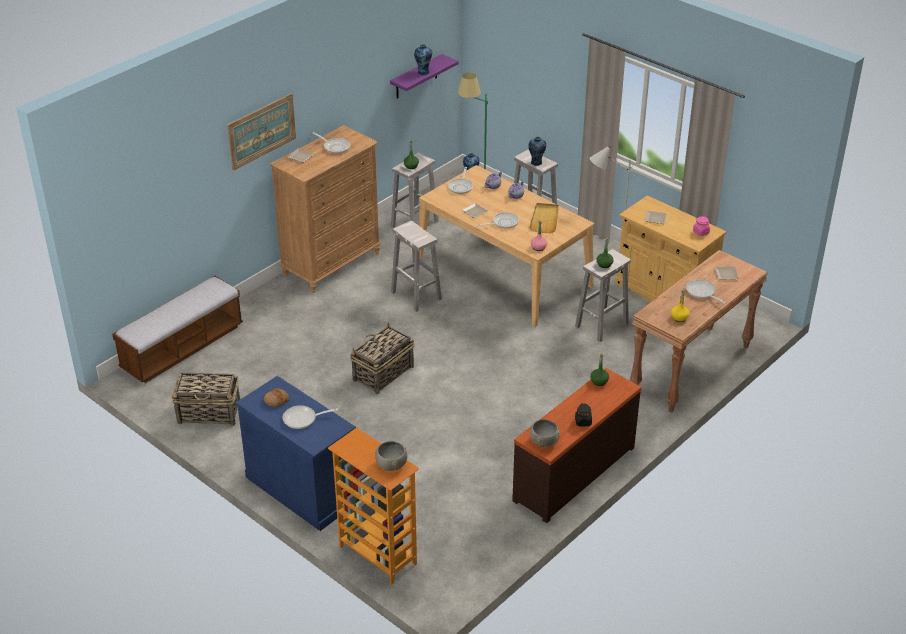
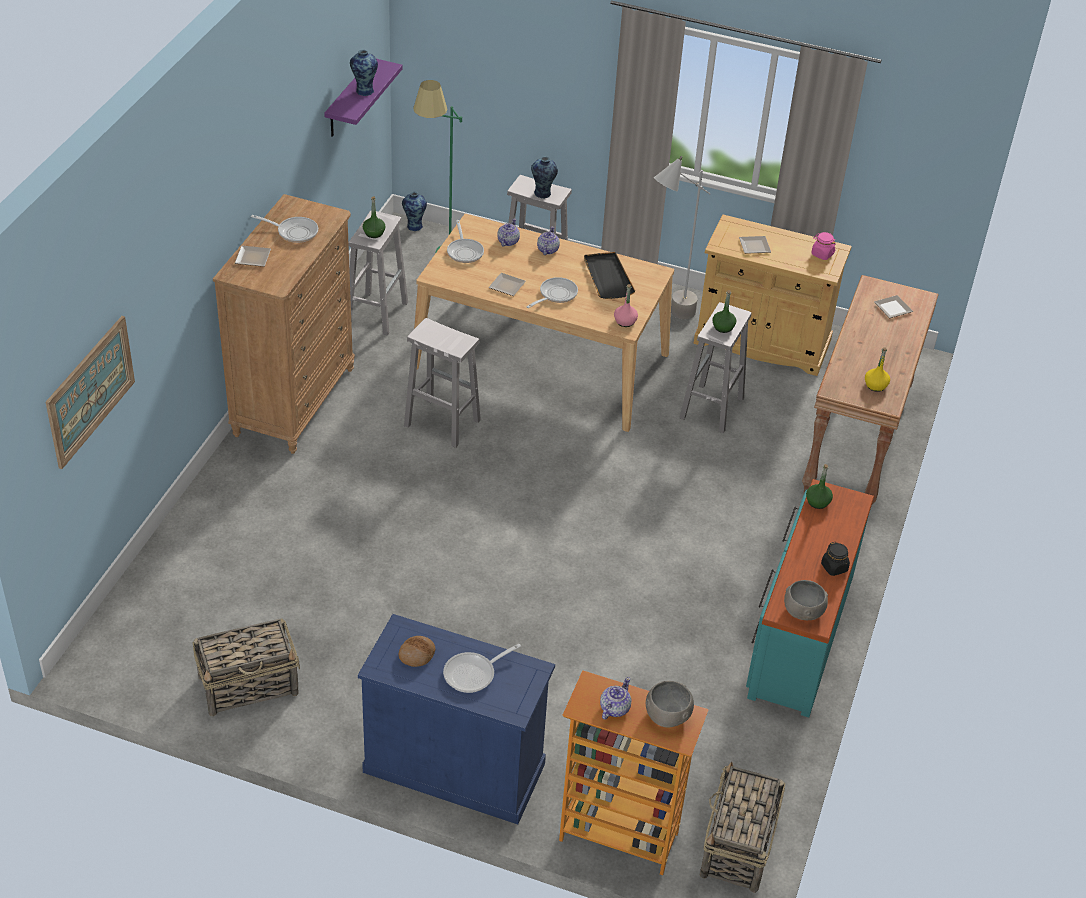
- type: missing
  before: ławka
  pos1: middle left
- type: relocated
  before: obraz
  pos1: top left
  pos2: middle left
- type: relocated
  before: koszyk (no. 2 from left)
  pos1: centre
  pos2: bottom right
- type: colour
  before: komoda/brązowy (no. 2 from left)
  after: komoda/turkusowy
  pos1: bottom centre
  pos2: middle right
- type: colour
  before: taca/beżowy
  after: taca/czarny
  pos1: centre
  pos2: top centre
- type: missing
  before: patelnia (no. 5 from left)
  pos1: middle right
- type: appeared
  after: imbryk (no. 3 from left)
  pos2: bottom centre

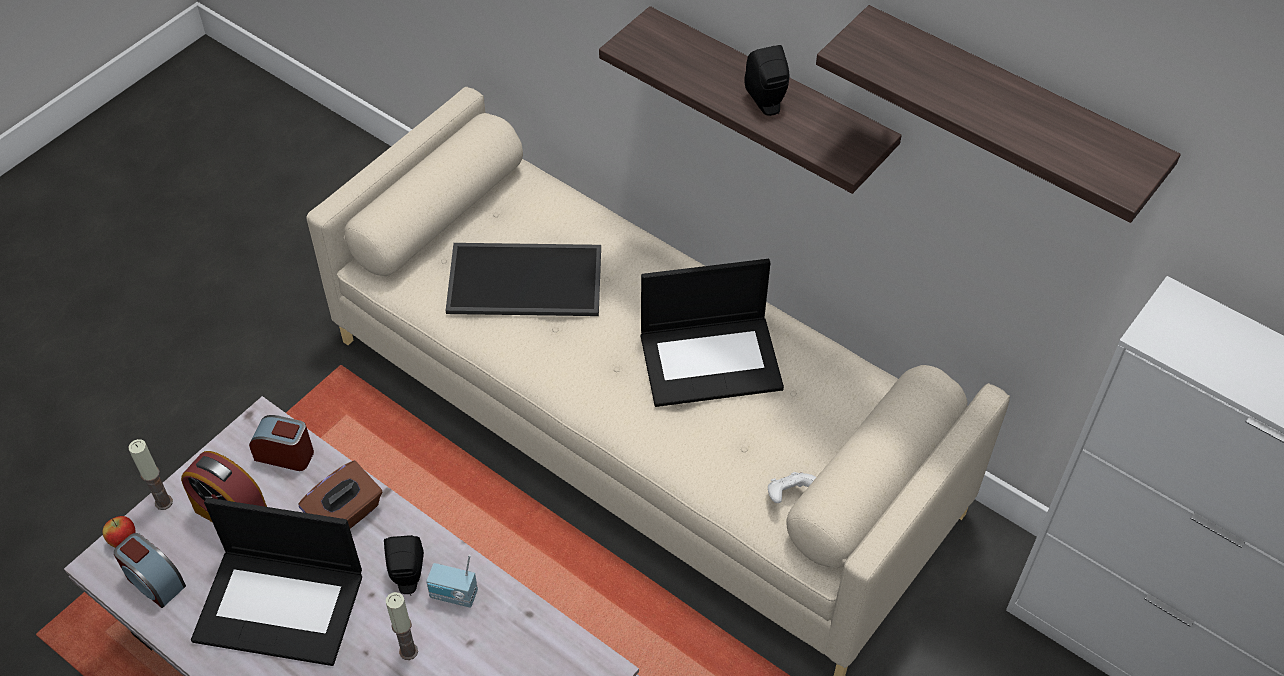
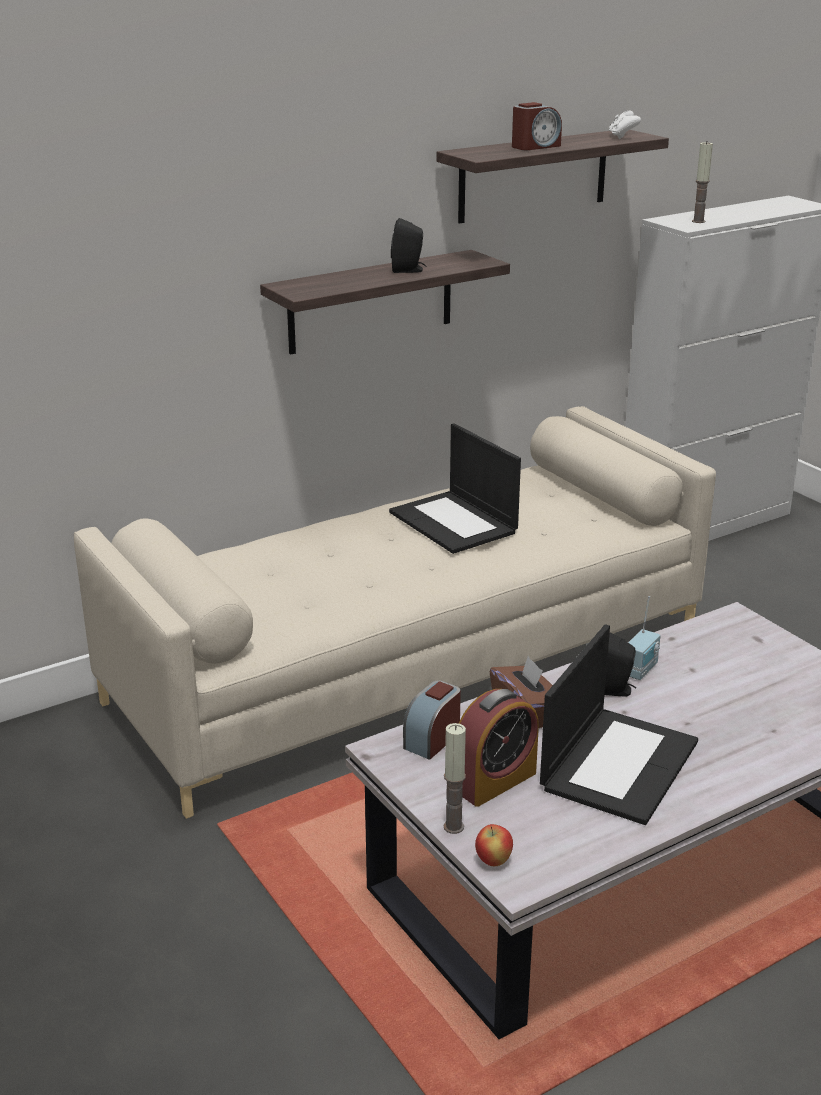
- type: relocated
  before: budzik (no. 1 from left in the first image)
  after: budzik (no. 3 from left)
  pos1: bottom left
  pos2: top centre
- type: relocated
  before: świeca (no. 2 from left)
  pos1: bottom left
  pos2: top right
- type: missing
  before: taca
  pos1: centre
- type: spun
  before: laptop (no. 2 from left in the first image)
  pos1: centre
  pos2: centre
  turn: 135
- type: relocated
  before: pad do gier/biały
  pos1: bottom centre
  pos2: top right

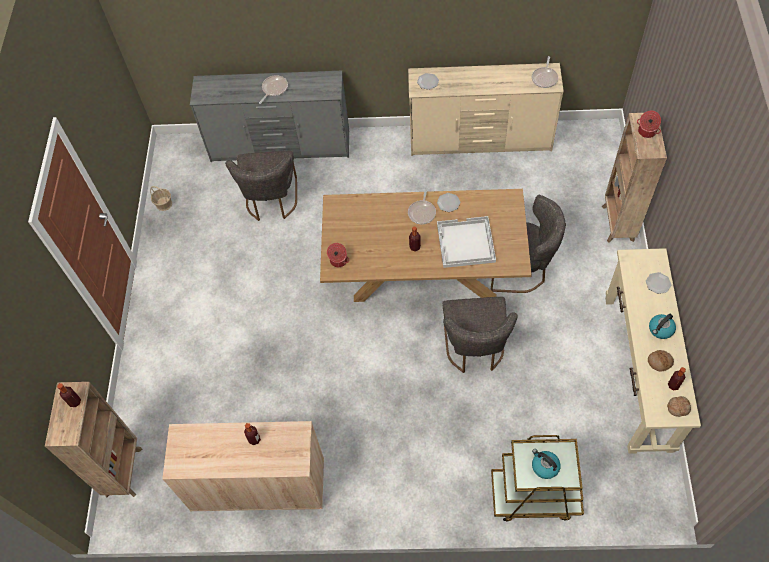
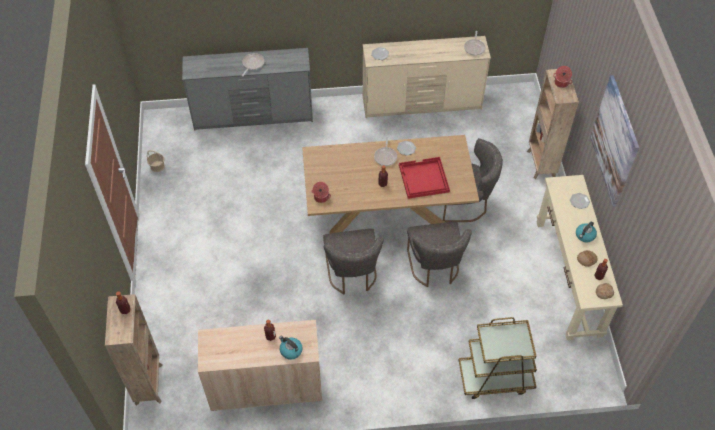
- type: relocated
  before: krzesło/szary (no. 1 from left)
  pos1: top centre
  pos2: centre
- type: colour
  before: taca/biały
  after: taca/czerwony
  pos1: centre
  pos2: centre
- type: relocated
  before: czajnik (no. 1 from left)
  pos1: bottom right
  pos2: bottom centre
- type: appeared
  after: obraz
  pos2: top right

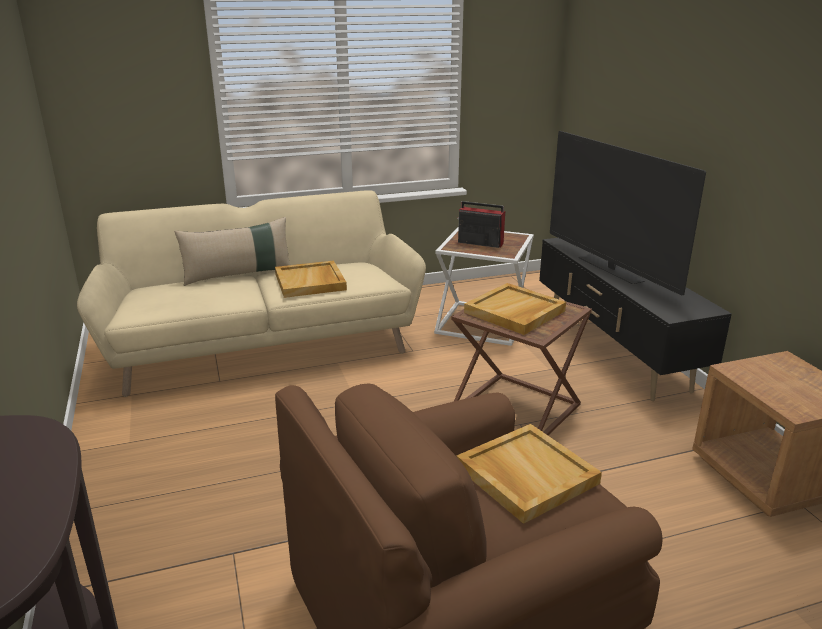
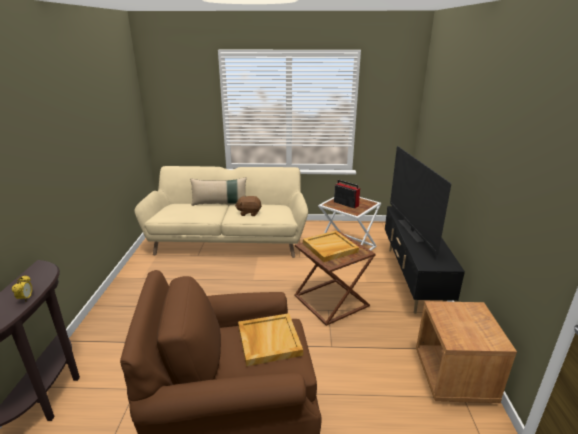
- type: exchanged
  before: taca/beżowy (no. 1 from left)
  after: pluszak/brązowy
  pos1: centre
  pos2: centre
- type: appeared
  after: budzik
  pos2: middle left

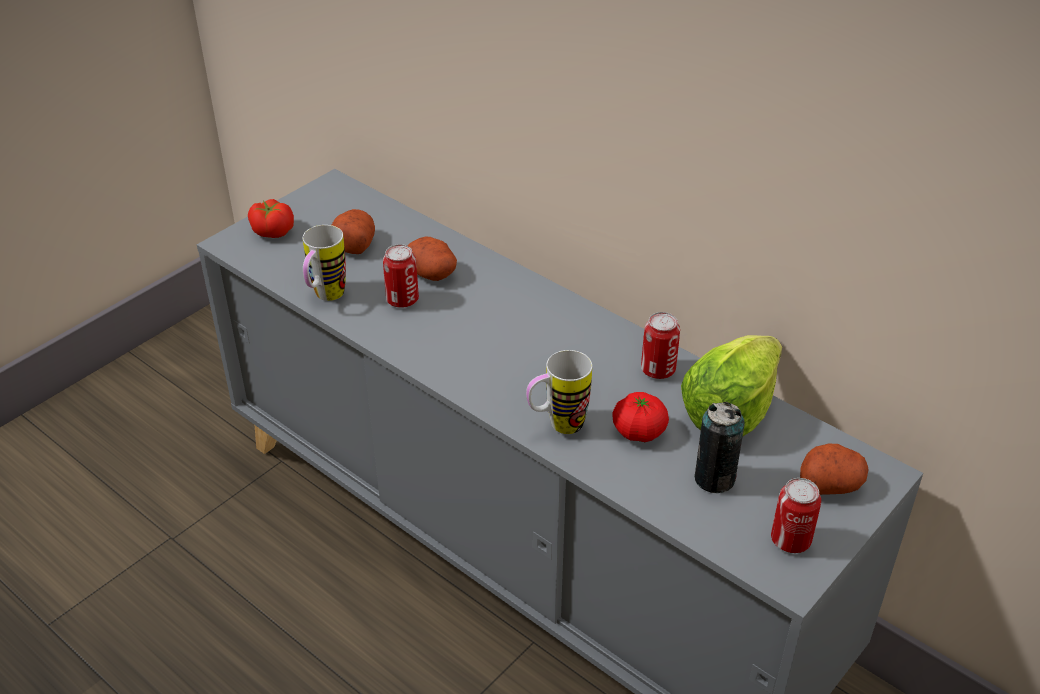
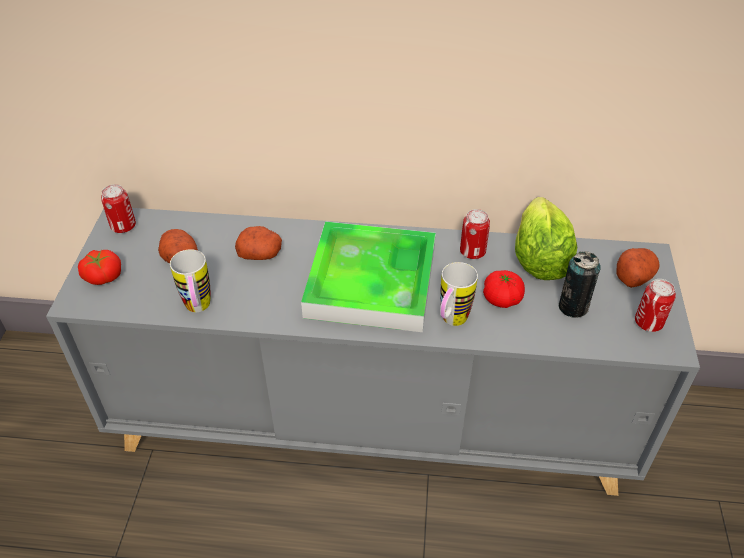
- type: relocated
  before: puszka (no. 1 from left)
  pos1: centre
  pos2: middle left
- type: appeared
  after: taca
  pos2: centre

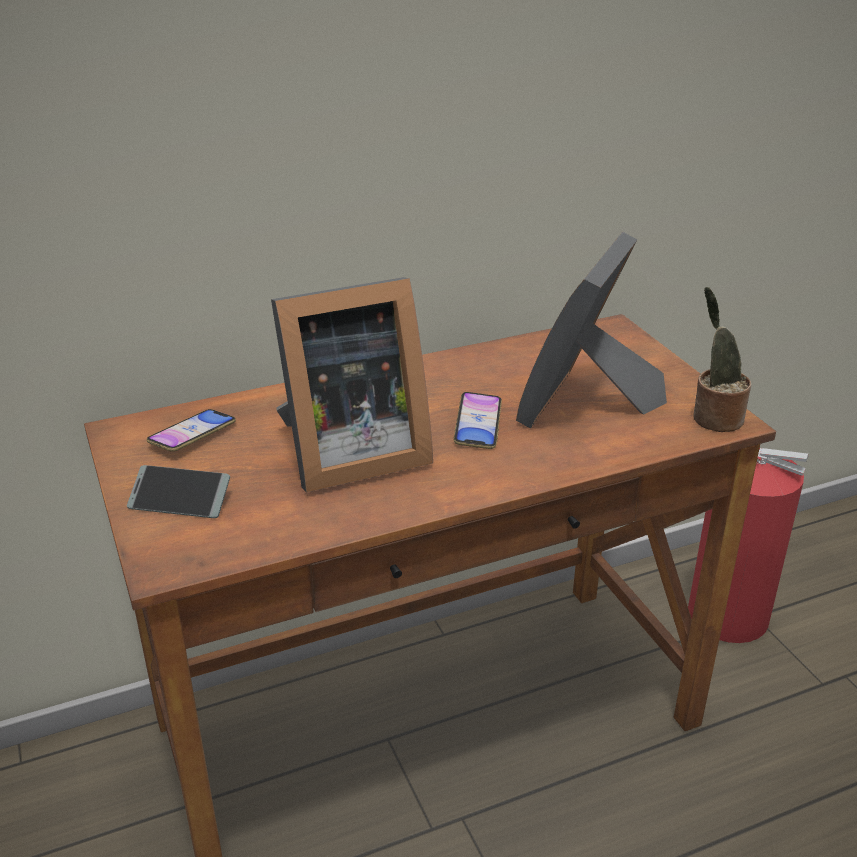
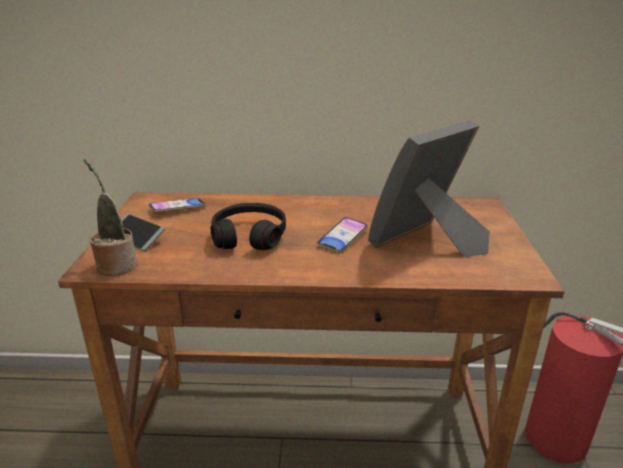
- type: exchanged
  before: ramka na zdjęcie (no. 1 from left)
  after: słuchawki/czarny
  pos1: centre
  pos2: centre
- type: relocated
  before: roślina doniczkowa
  pos1: middle right
  pos2: middle left

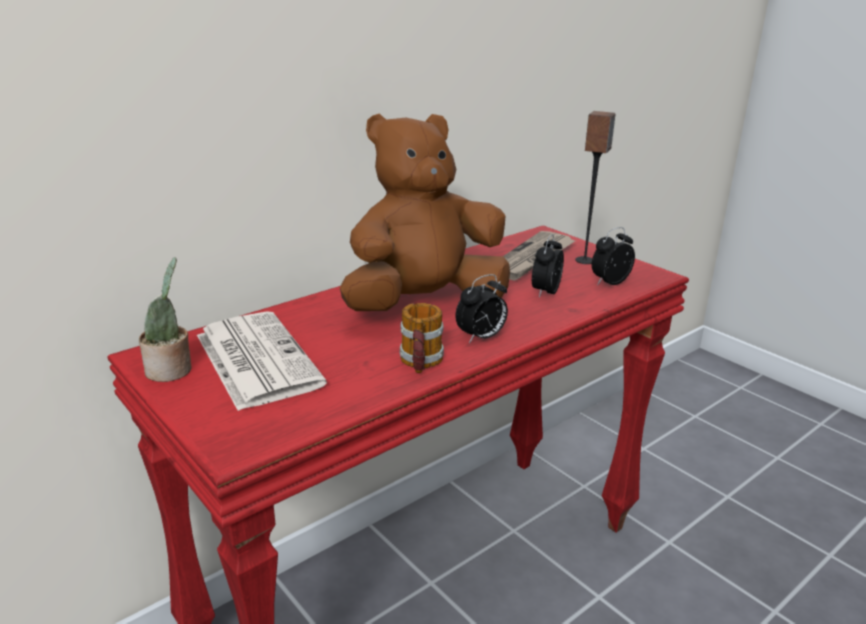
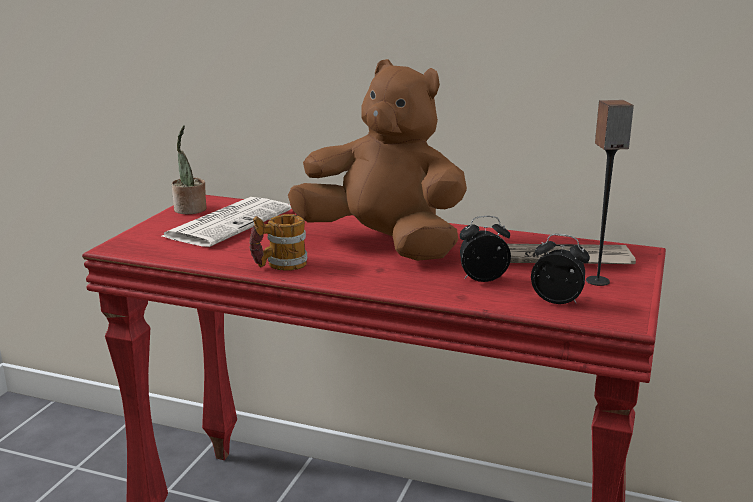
- type: missing
  before: budzik (no. 1 from left)
  pos1: centre

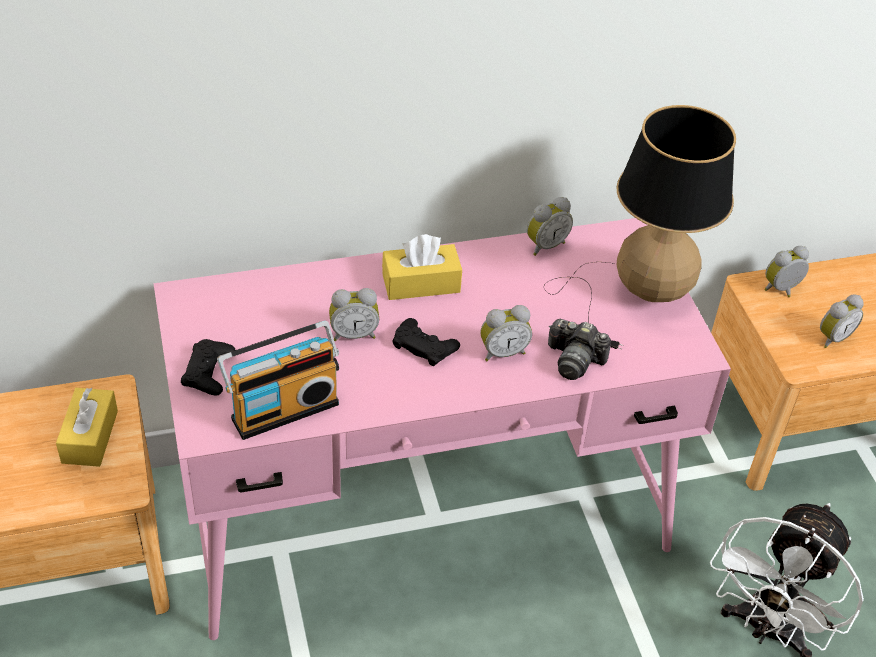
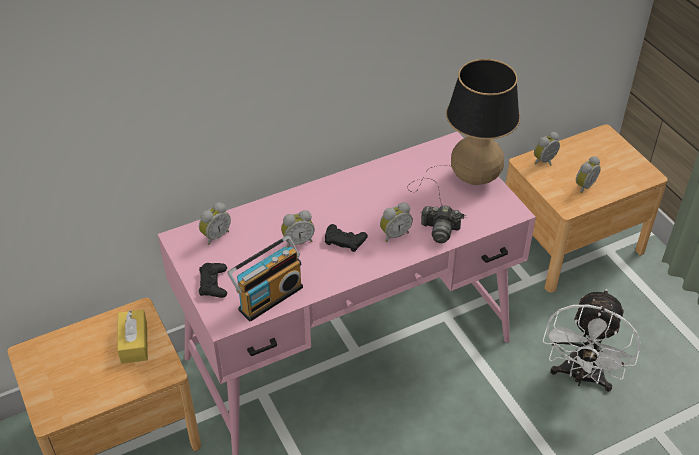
- type: missing
  before: pudełko chusteczek/żółty (no. 2 from left)
  pos1: centre
- type: relocated
  before: budzik (no. 3 from left in the first image)
  after: budzik (no. 1 from left)
  pos1: centre
  pos2: middle left

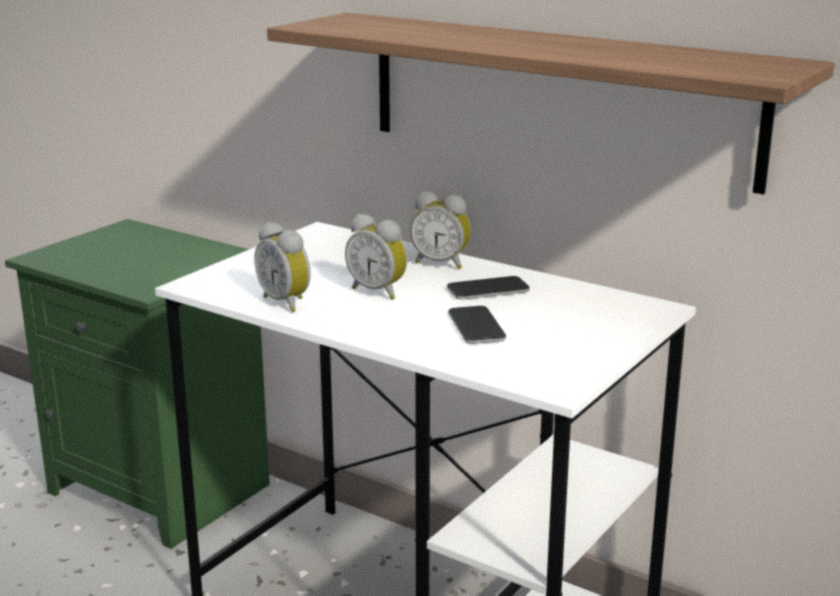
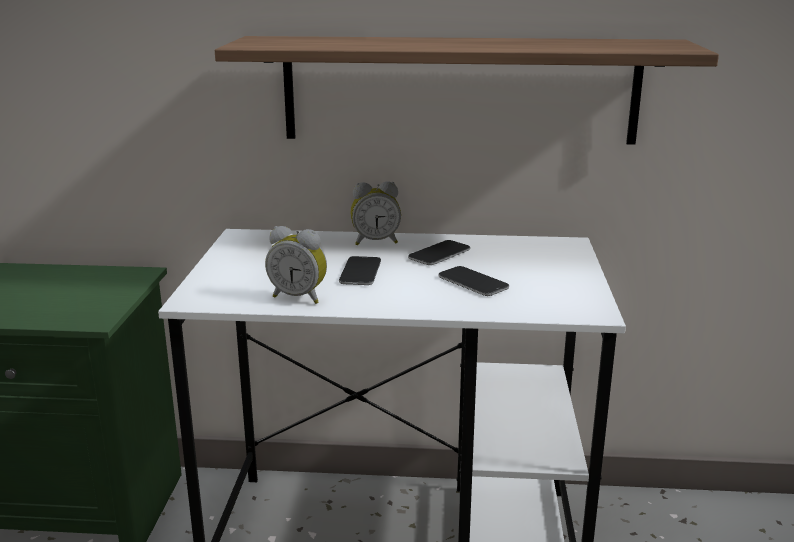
- type: exchanged
  before: budzik (no. 2 from left)
  after: telefon (no. 1 from left)
  pos1: centre
  pos2: centre

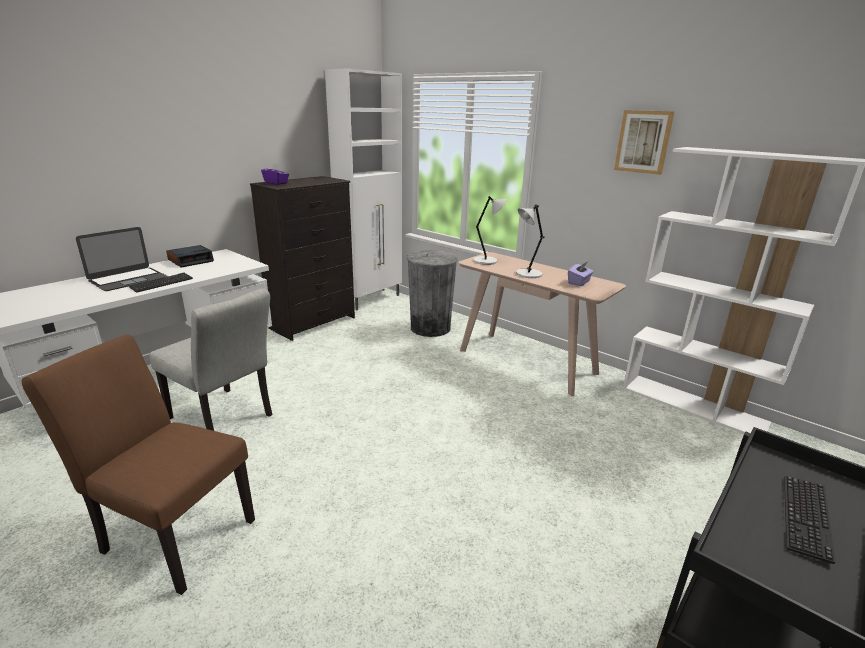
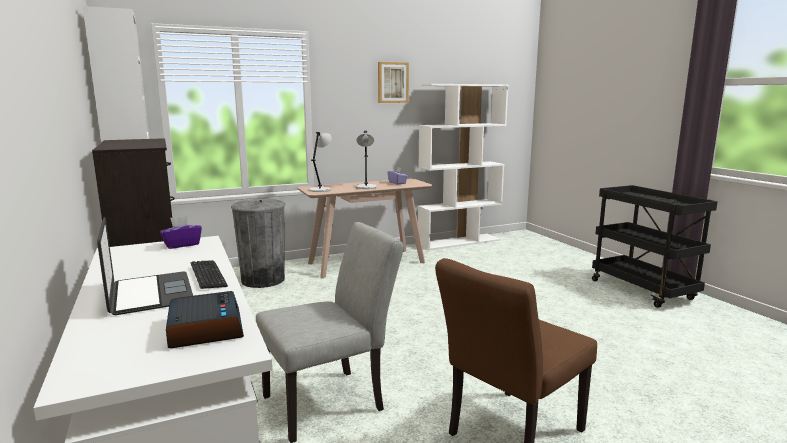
- type: relocated
  before: budzik
  pos1: middle left
  pos2: bottom left
- type: relocated
  before: pudełko chusteczek/fioletowy (no. 1 from left)
  pos1: top left
  pos2: middle left

